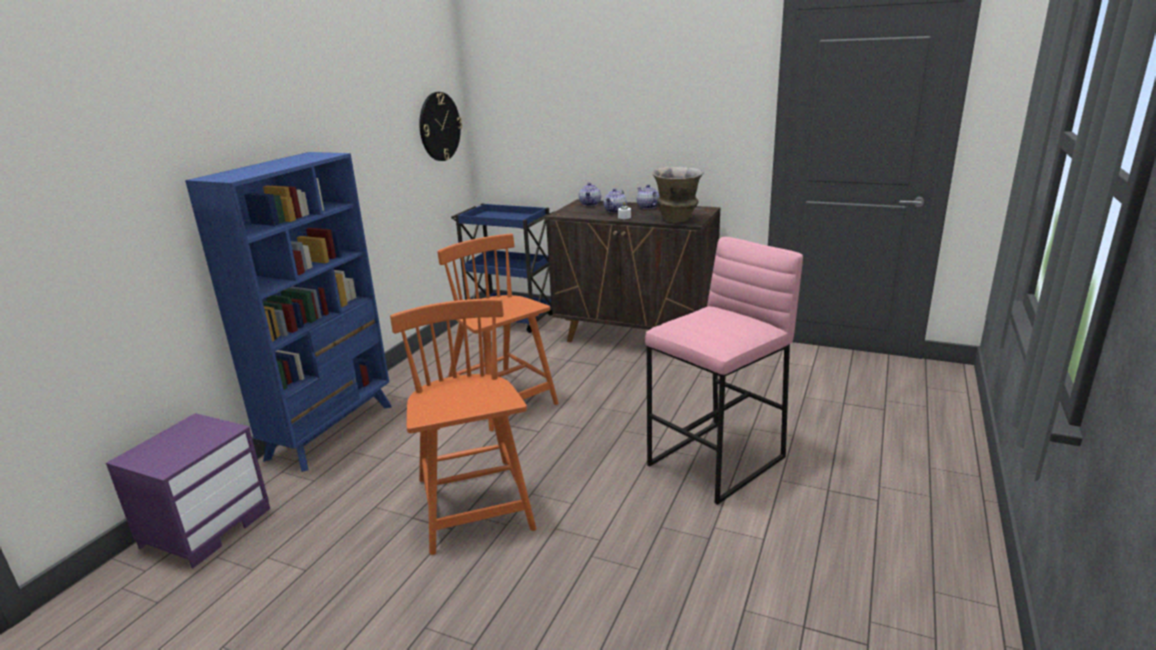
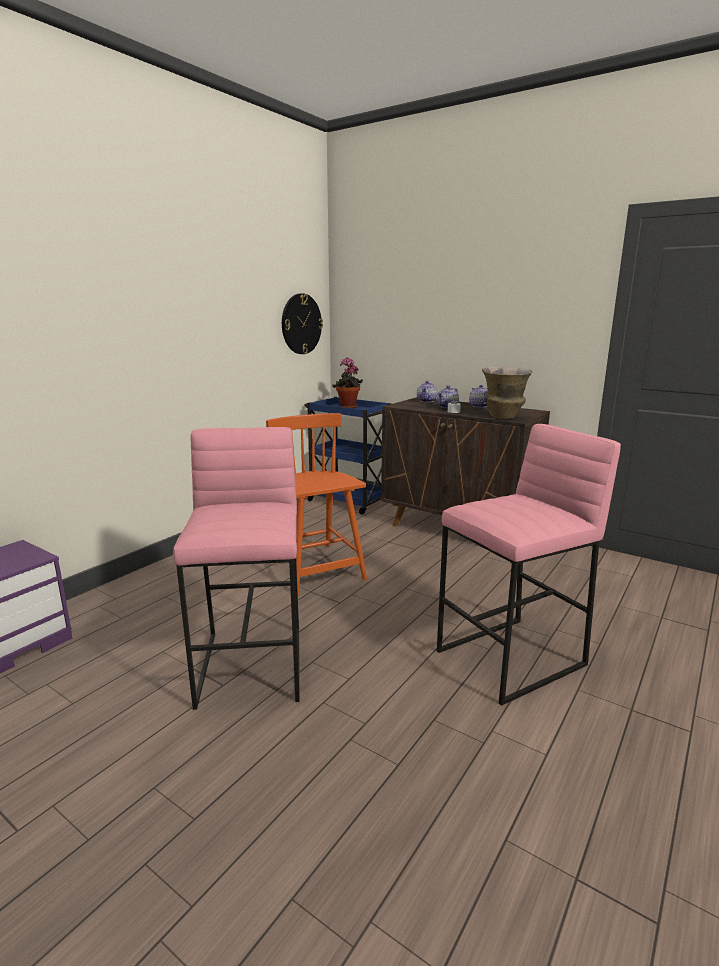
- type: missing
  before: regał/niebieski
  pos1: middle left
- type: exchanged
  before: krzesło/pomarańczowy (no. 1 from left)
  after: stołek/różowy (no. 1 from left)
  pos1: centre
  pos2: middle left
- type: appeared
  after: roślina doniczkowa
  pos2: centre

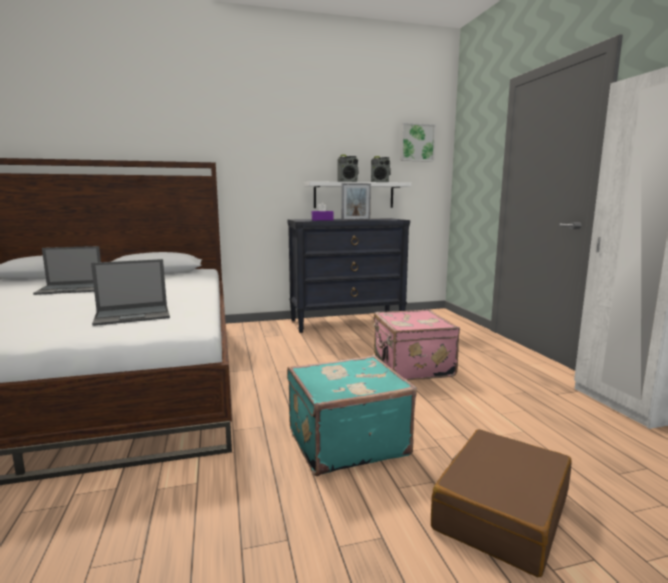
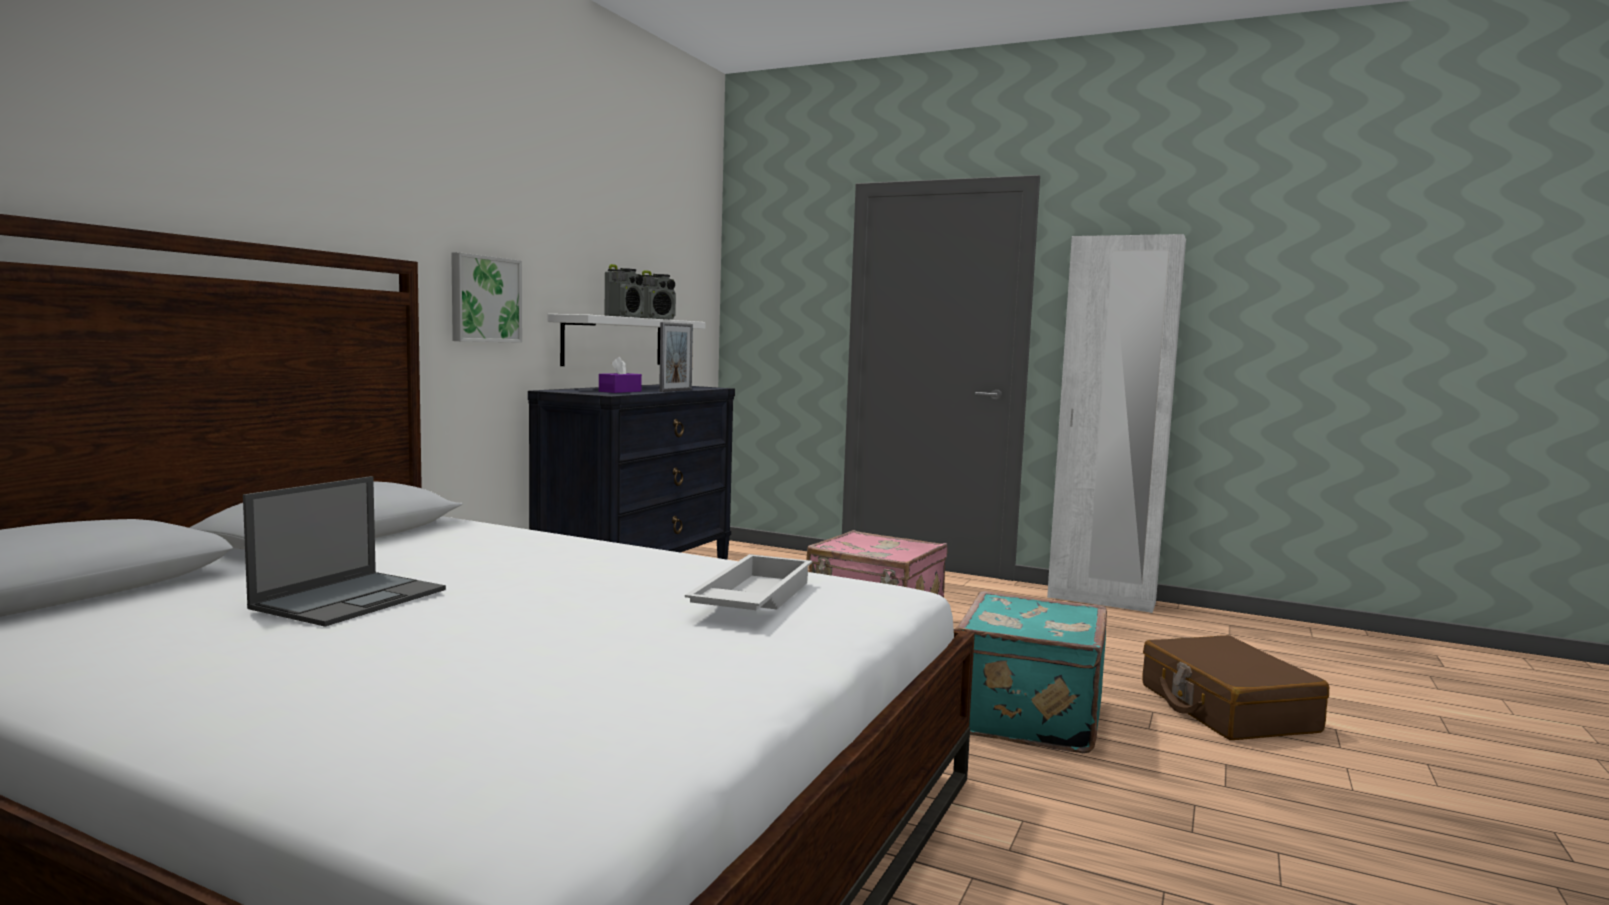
- type: exchanged
  before: laptop (no. 2 from left)
  after: taca/biały
  pos1: middle left
  pos2: centre
- type: relocated
  before: obraz
  pos1: top centre
  pos2: top left

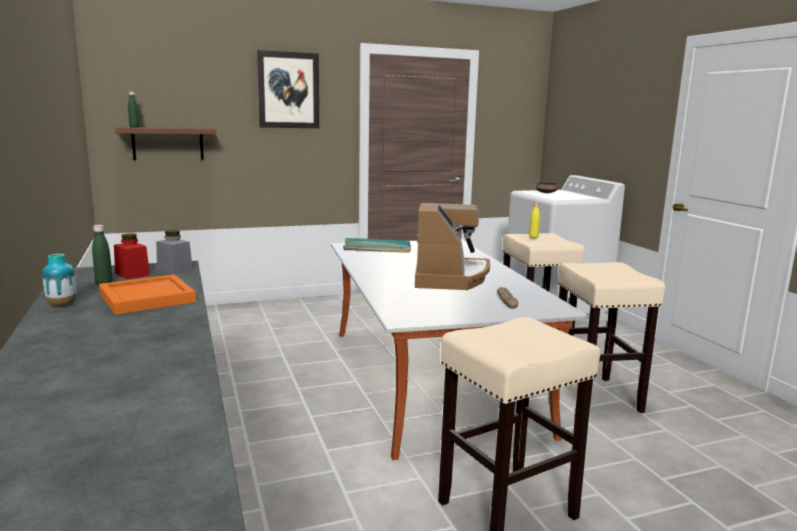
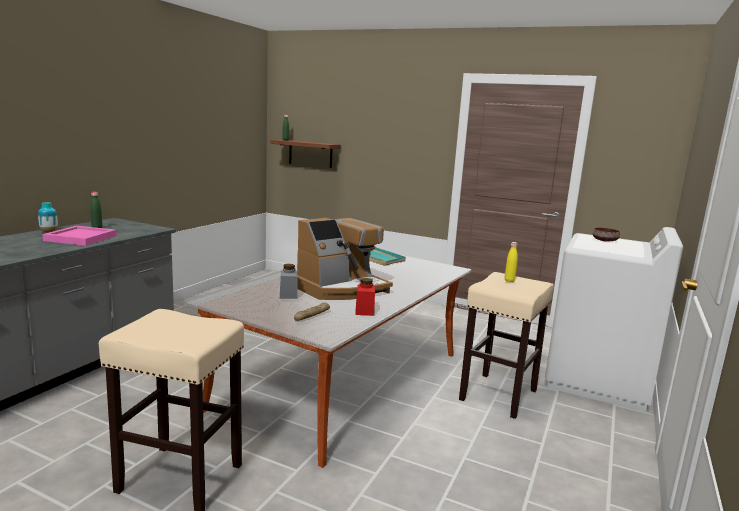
- type: colour
  before: taca/pomarańczowy
  after: taca/różowy
  pos1: middle left
  pos2: middle left
- type: relocated
  before: słoik/czerwony
  pos1: middle left
  pos2: centre
- type: relocated
  before: słoik/szary
  pos1: middle left
  pos2: centre
- type: missing
  before: obraz
  pos1: top centre
- type: missing
  before: stołek/beżowy (no. 3 from left)
  pos1: middle right

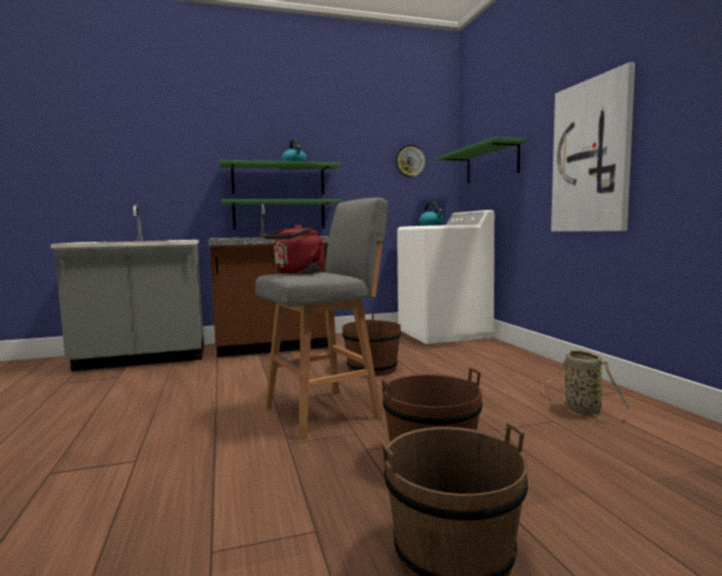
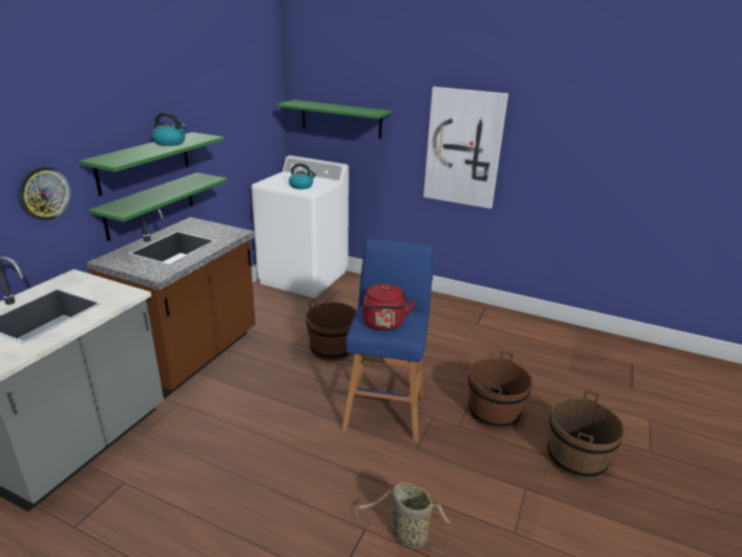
- type: colour
  before: stołek/szary
  after: stołek/niebieski
  pos1: centre
  pos2: centre
- type: relocated
  before: zegar ścienny
  pos1: top centre
  pos2: middle left
- type: relocated
  before: koszyk
  pos1: bottom right
  pos2: bottom centre

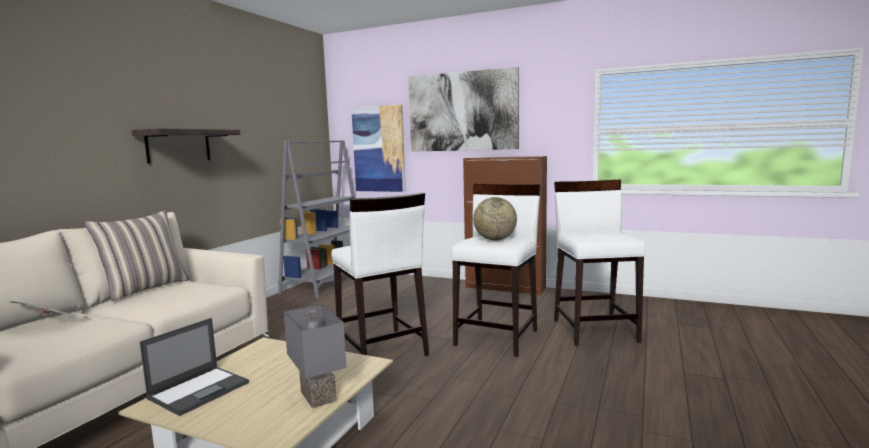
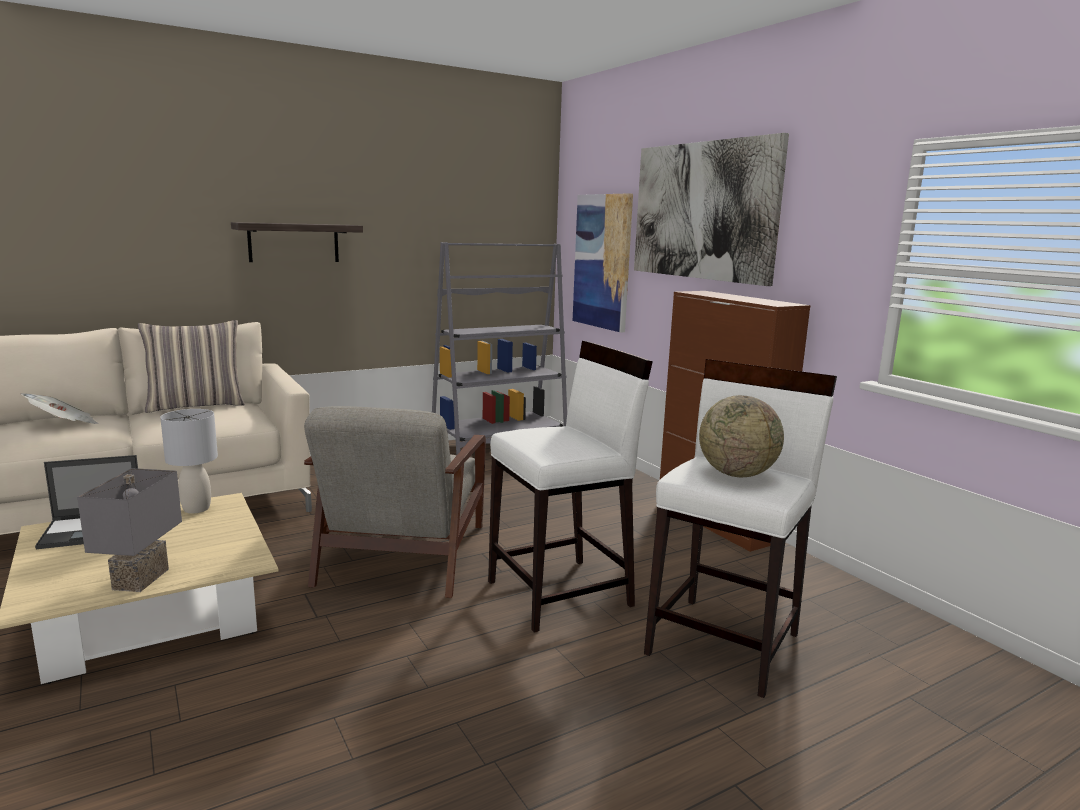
- type: exchanged
  before: stołek/biały (no. 1 from left)
  after: fotel/szary
  pos1: centre
  pos2: centre
- type: relocated
  before: globus
  pos1: centre
  pos2: middle right
- type: appeared
  after: lampa stołowa/szary (no. 2 from left)
  pos2: middle left

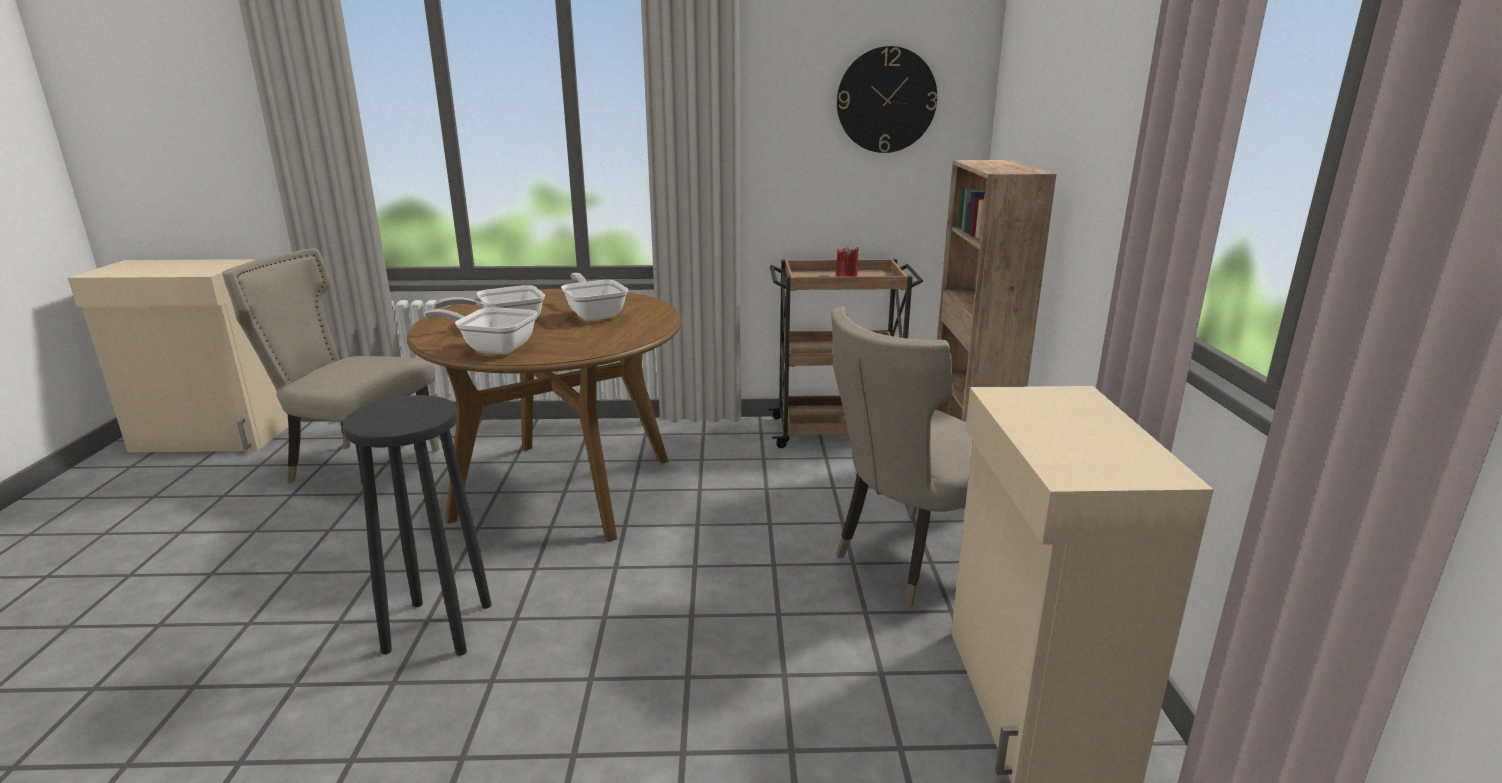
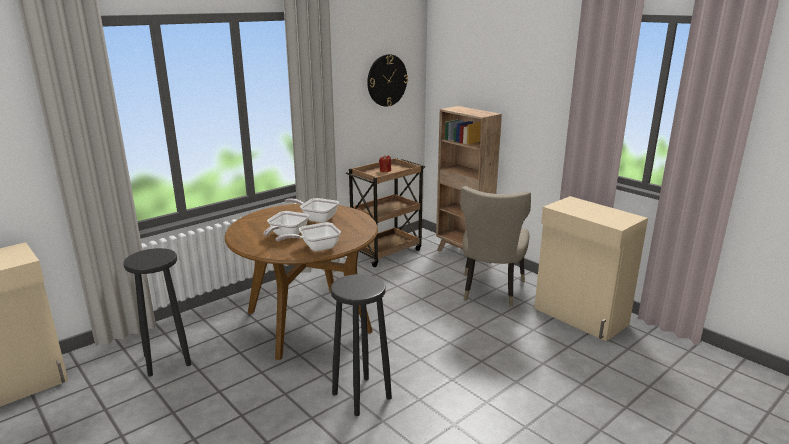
- type: exchanged
  before: krzesło/beżowy (no. 1 from left)
  after: stołek/czarny (no. 1 from left)
  pos1: middle left
  pos2: bottom left

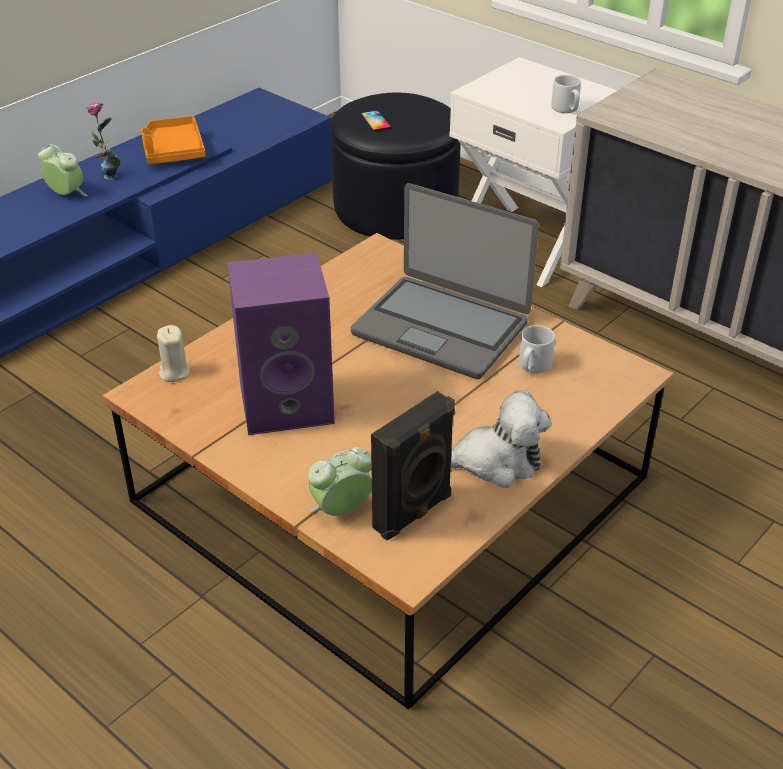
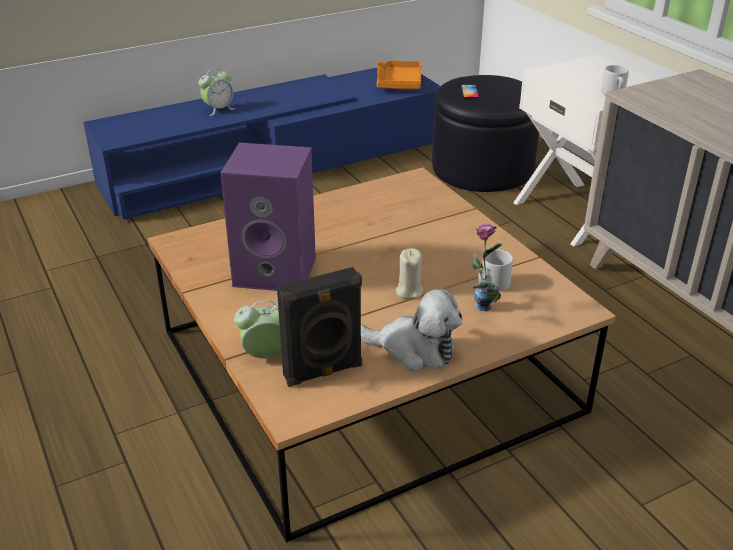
- type: spun
  before: budzik (no. 1 from left)
  pos1: top left
  pos2: top left
  turn: 90
- type: relocated
  before: wazon
  pos1: top left
  pos2: centre
- type: relocated
  before: taca/pomarańczowy
  pos1: top left
  pos2: top centre
- type: relocated
  before: świeca/beżowy
  pos1: middle left
  pos2: centre
- type: missing
  before: laptop
  pos1: centre

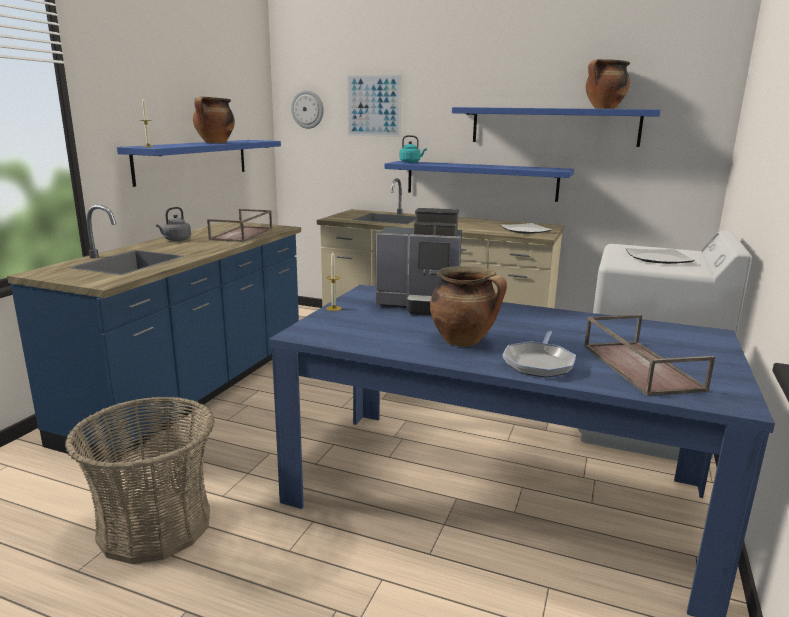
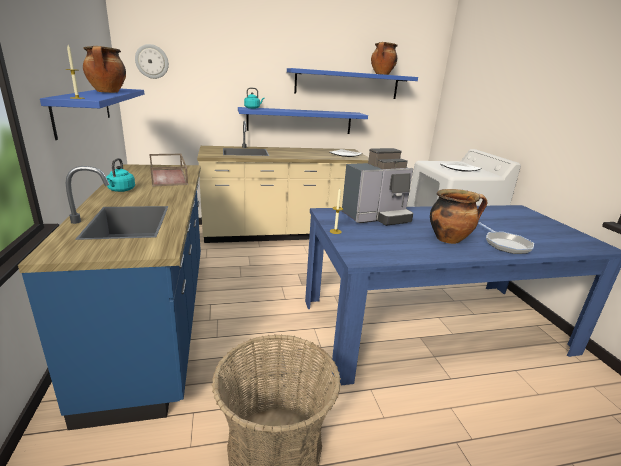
- type: colour
  before: czajnik/szary
  after: czajnik/turkusowy (no. 1 from left)
  pos1: middle left
  pos2: middle left
- type: missing
  before: obraz
  pos1: top centre
- type: missing
  before: taca/brązowy (no. 2 from left)
  pos1: middle right

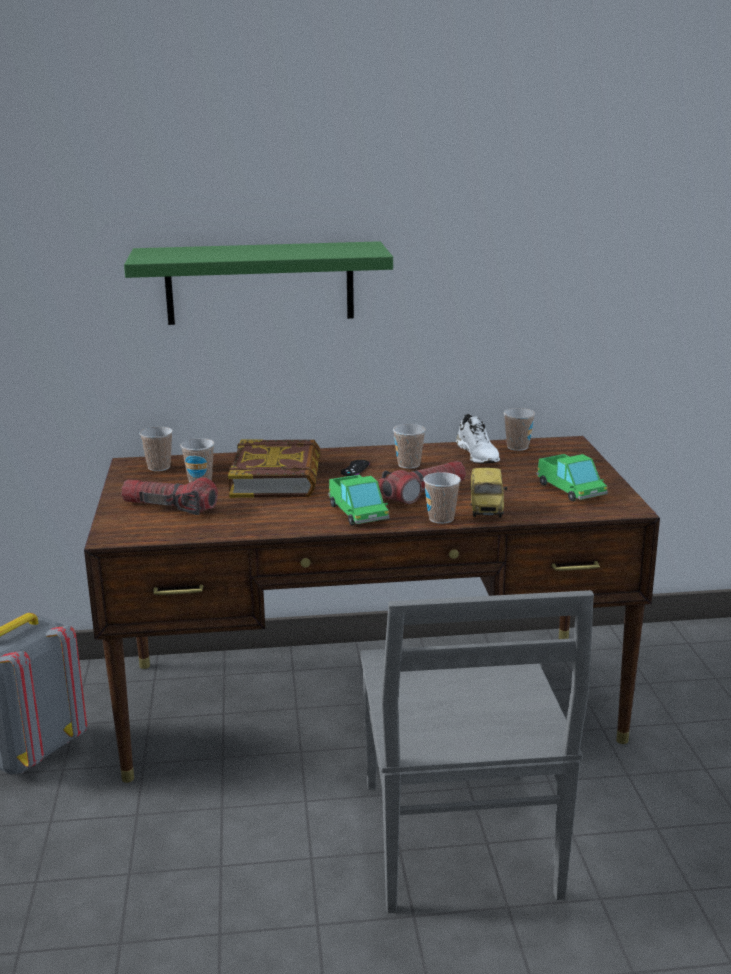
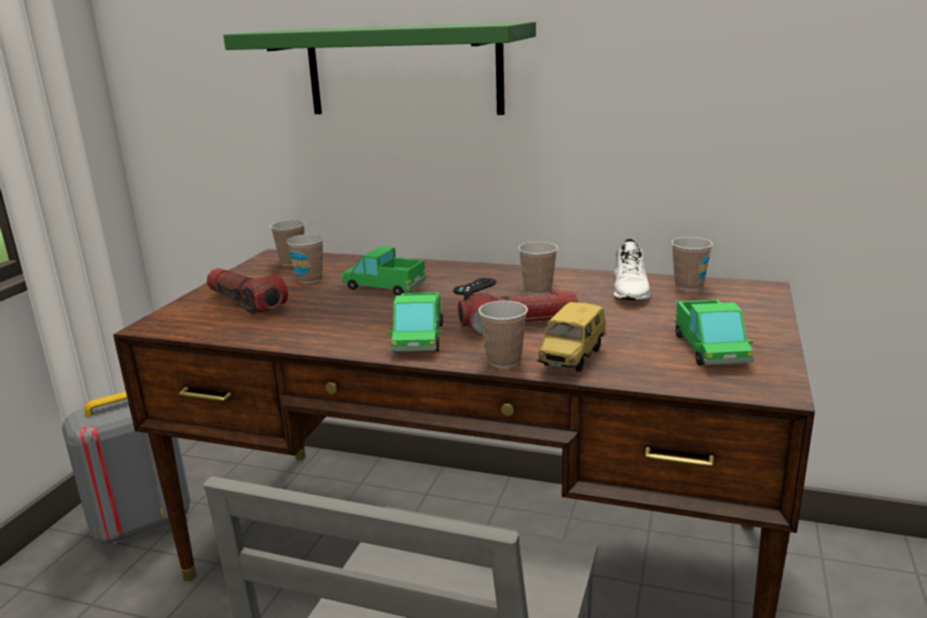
- type: exchanged
  before: książka
  after: ciężarówka zabawkowa (no. 1 from left)
  pos1: centre
  pos2: centre

